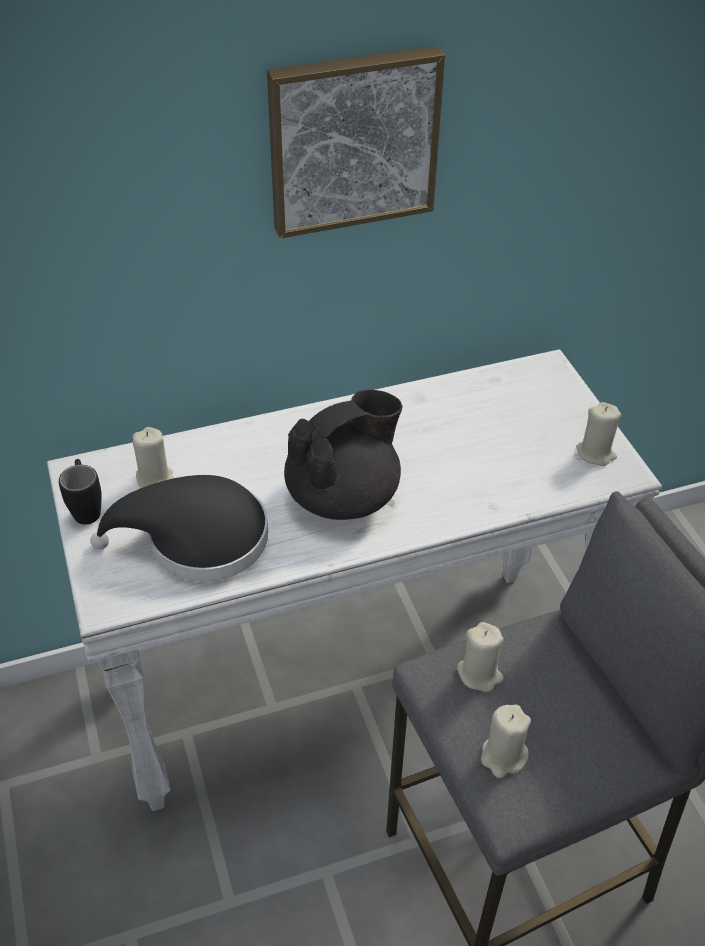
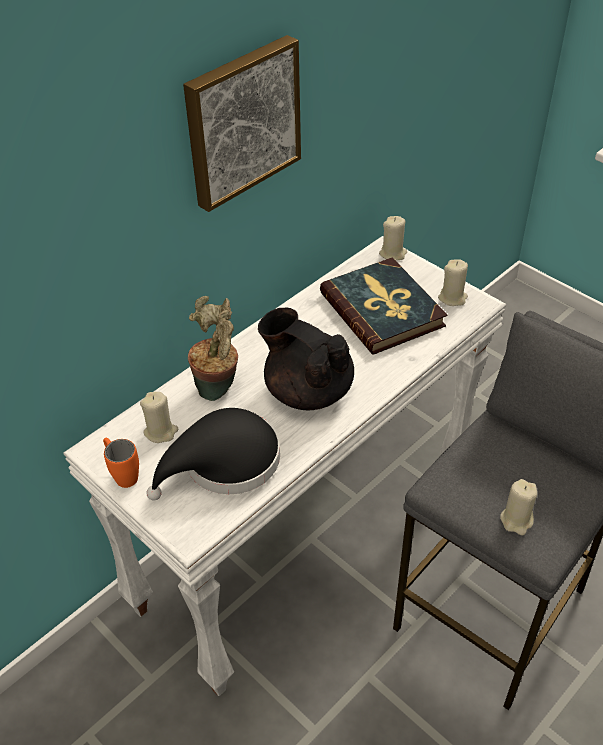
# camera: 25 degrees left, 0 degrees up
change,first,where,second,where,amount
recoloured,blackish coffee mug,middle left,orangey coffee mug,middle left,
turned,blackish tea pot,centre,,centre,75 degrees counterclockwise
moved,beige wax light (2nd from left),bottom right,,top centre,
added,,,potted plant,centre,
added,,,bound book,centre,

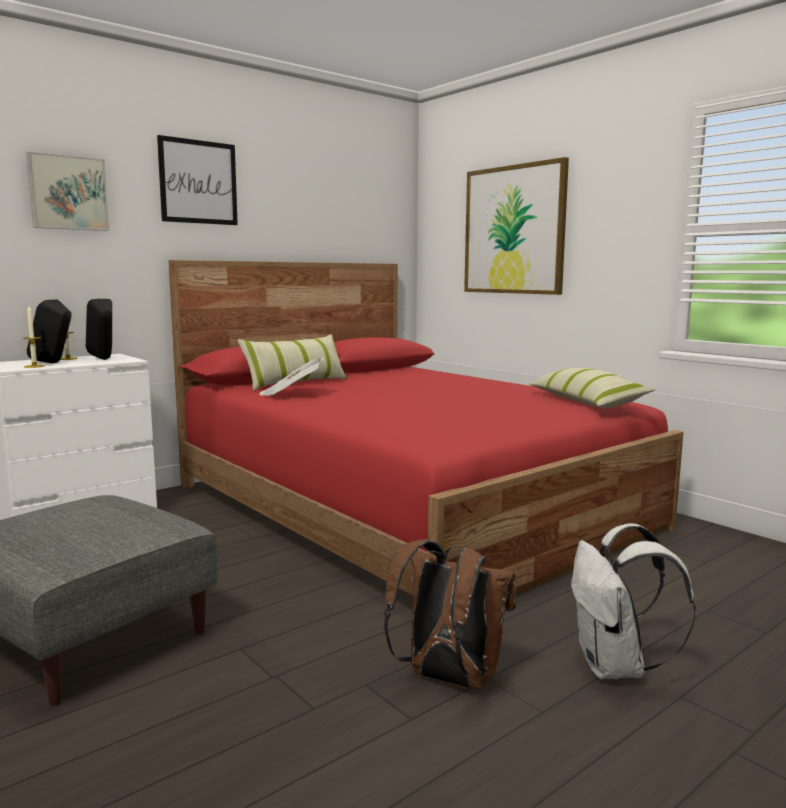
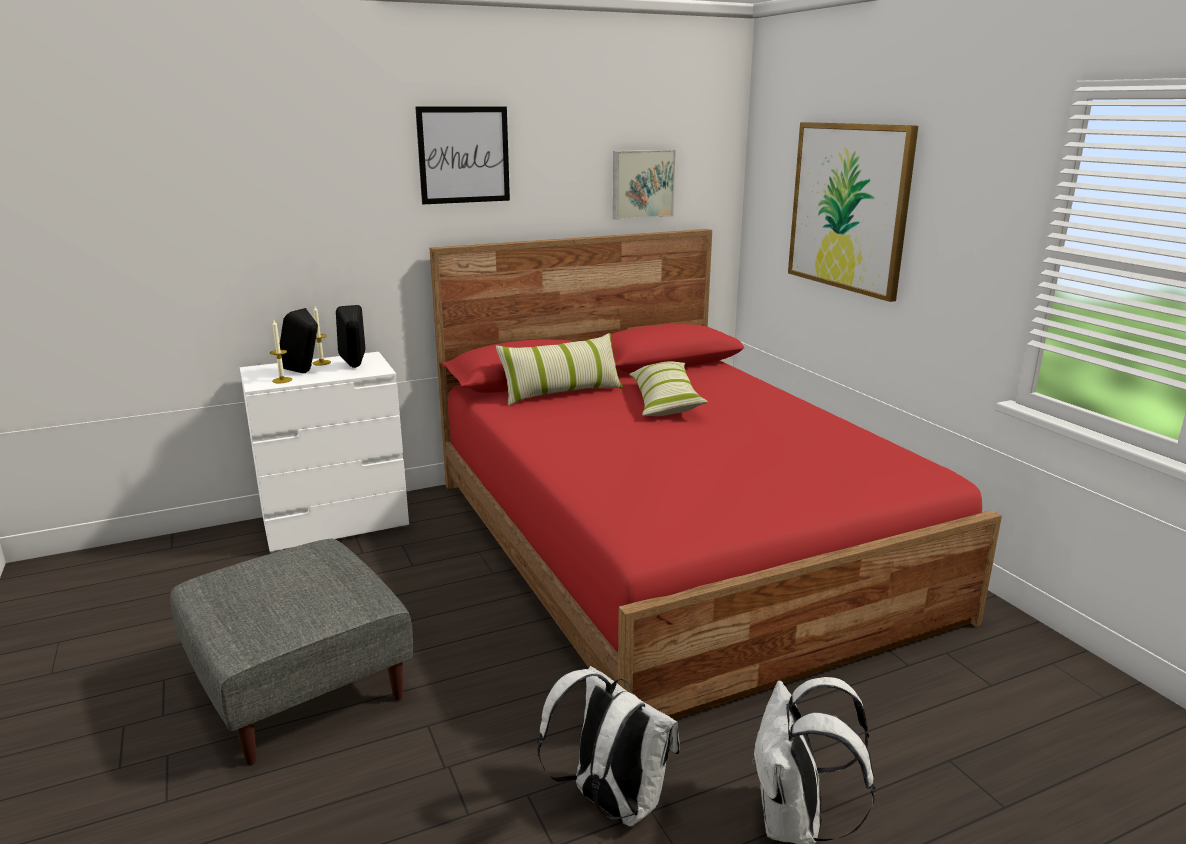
# camera: 15 degrees right, 10 degrees up
change,first,where,second,where,amount
moved,picture (1st from left in the first image),top left,picture (2nd from left),top centre,
removed,printed paper,centre,,,
recoloured,brown knapsack,bottom centre,white-coloured knapsack (1st from left),bottom centre,
moved,throw pillow (2nd from left),middle right,,centre,

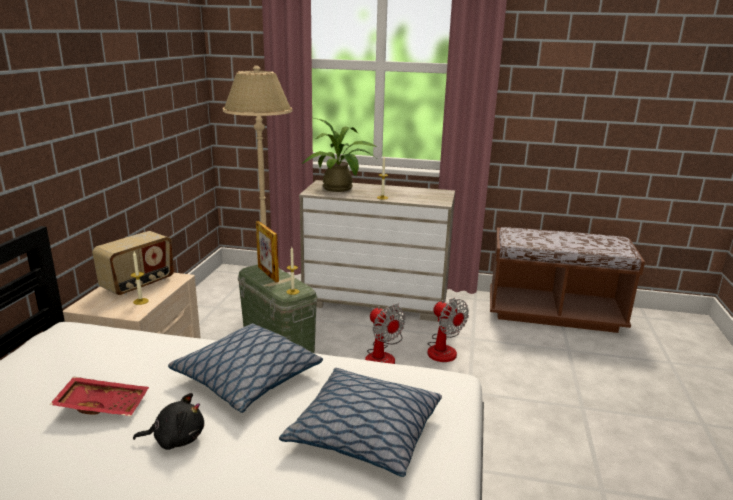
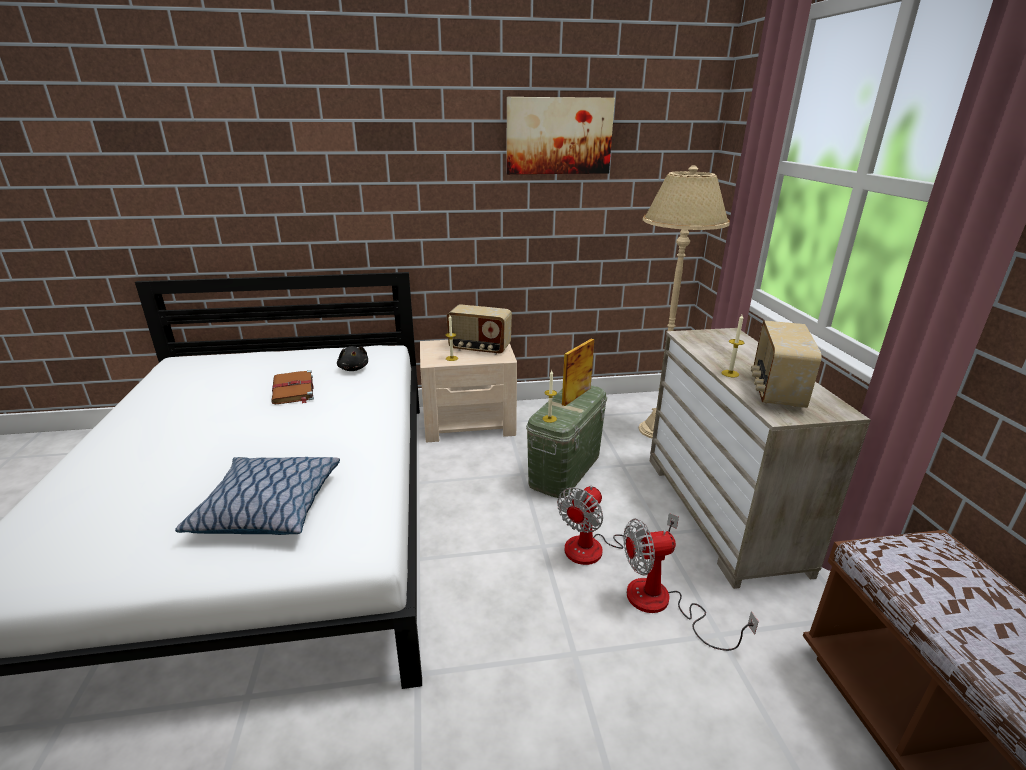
# camera: 70 degrees right, 5 degrees up
change,first,where,second,where,amount
replaced,reddish carrying tray,bottom left,brown bound book,middle left,
moved,blackish plush toy,bottom left,,centre,
removed,throw pillow (1st from left),bottom centre,,,
removed,potted plant,top centre,,,
turned,cooling fan (2nd from left),centre,,bottom right,45 degrees clockwise
added,,,picture,top centre,
added,,,radio set (2nd from left),middle right,

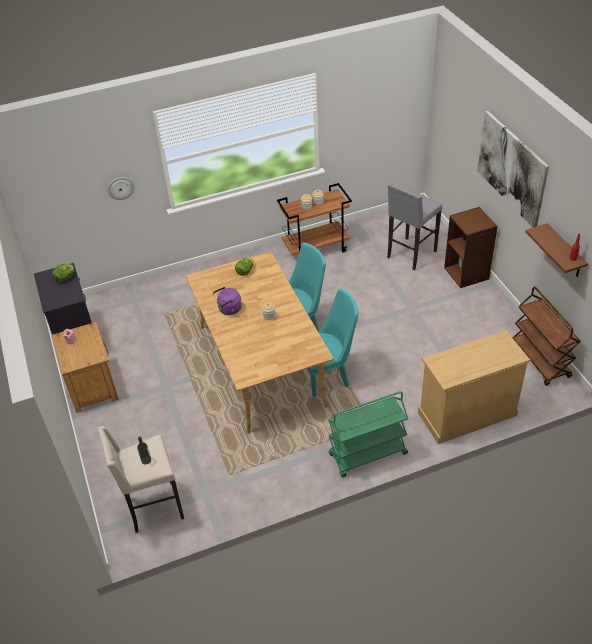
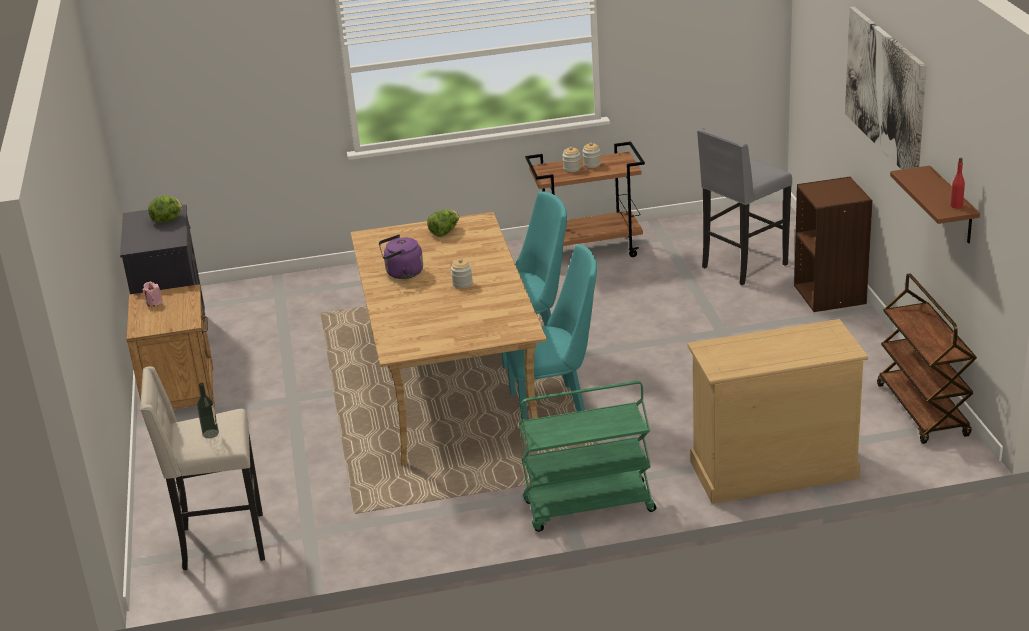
# camera: 10 degrees right, 15 degrees down
change,first,where,second,where,amount
removed,hanging clock,top left,,,

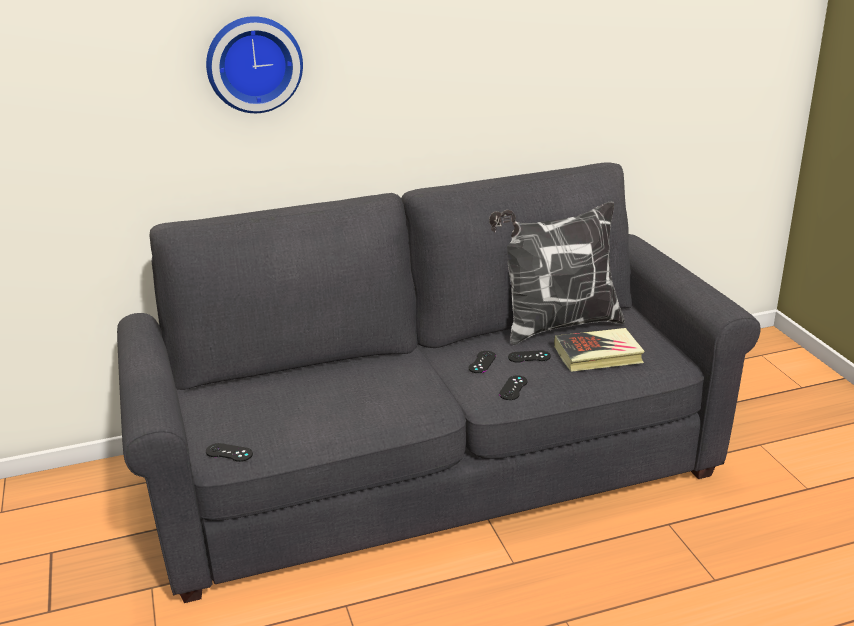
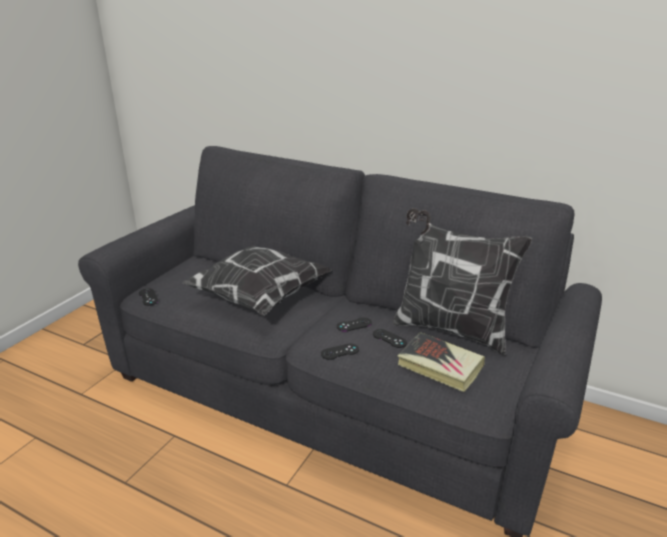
# camera: 45 degrees right, 0 degrees up
change,first,where,second,where,amount
removed,hanging clock,top left,,,
added,,,throw pillow (1st from left),centre,

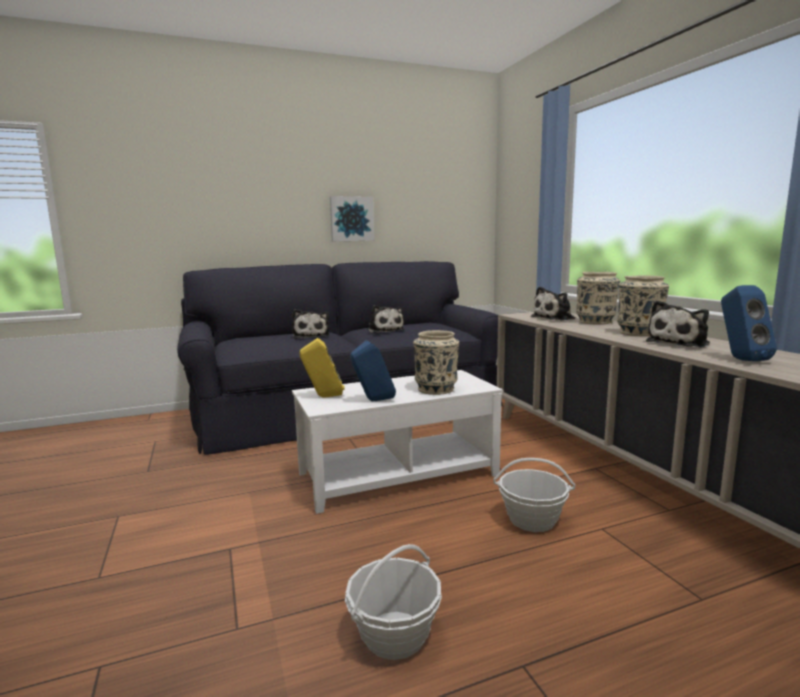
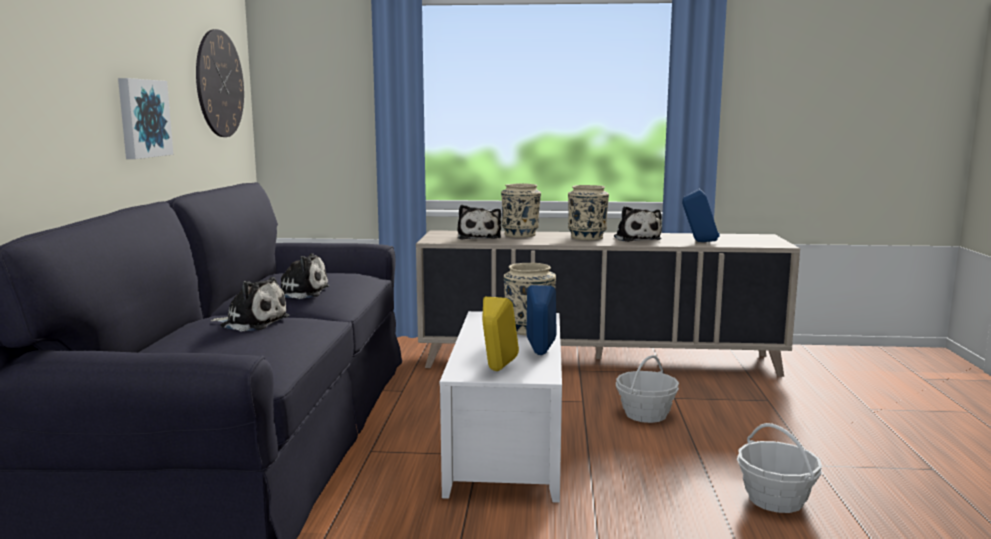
# camera: 65 degrees left, 0 degrees up
change,first,where,second,where,amount
added,,,hanging clock,top left,

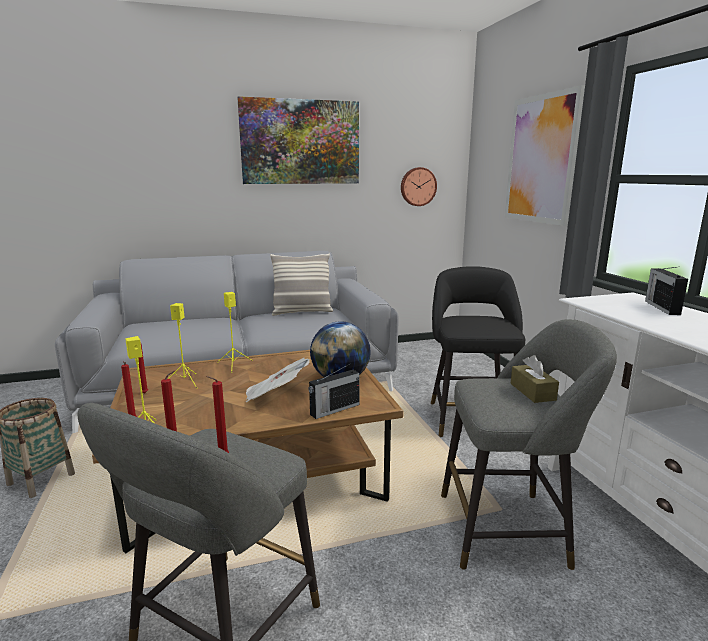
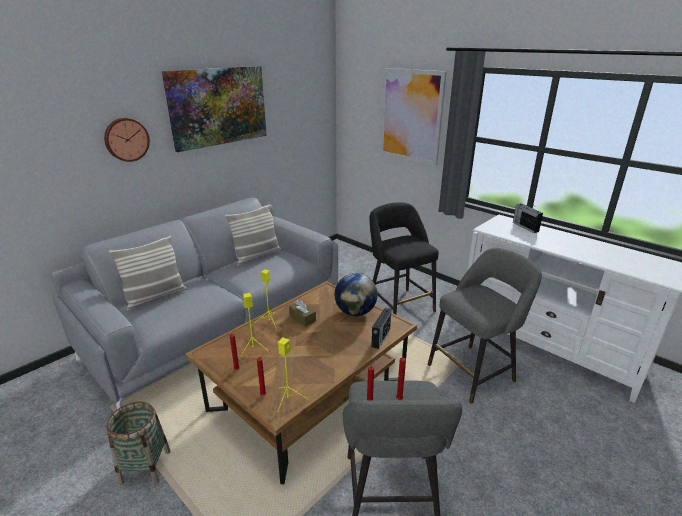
# camera: 30 degrees left, 10 degrees up
change,first,where,second,where,amount
removed,printed paper,centre,,,
moved,hanging clock,top centre,,top left,
moved,brown tissue holder,middle right,,centre,
added,,,throw pillow (1st from left),middle left,

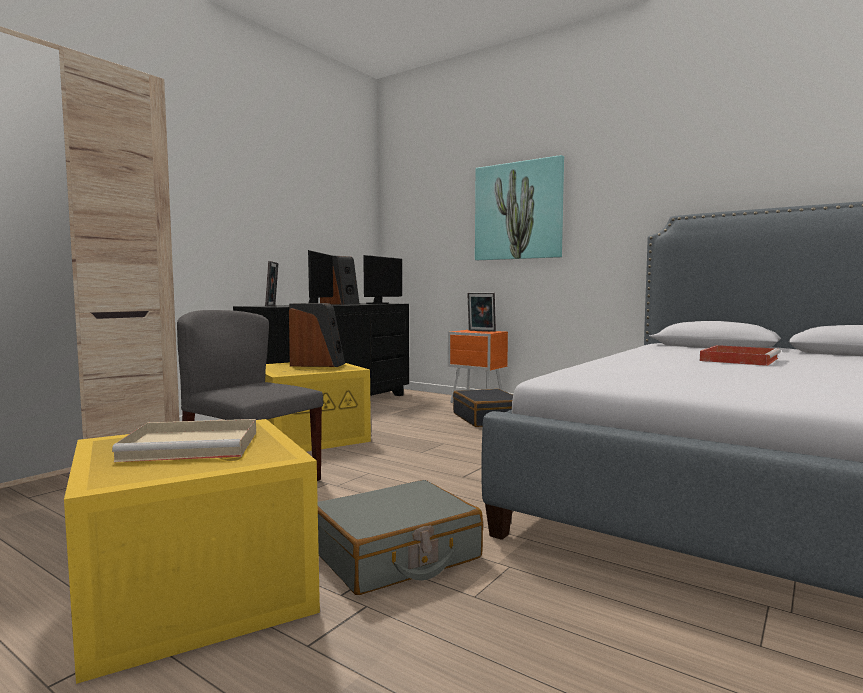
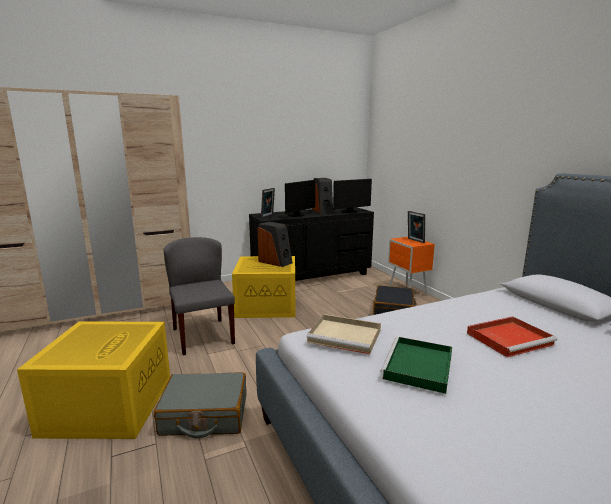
# camera: 30 degrees right, 10 degrees up
change,first,where,second,where,amount
moved,beige carrying tray,middle left,,centre,
removed,picture,top centre,,,
added,,,green-coloured carrying tray,bottom right,

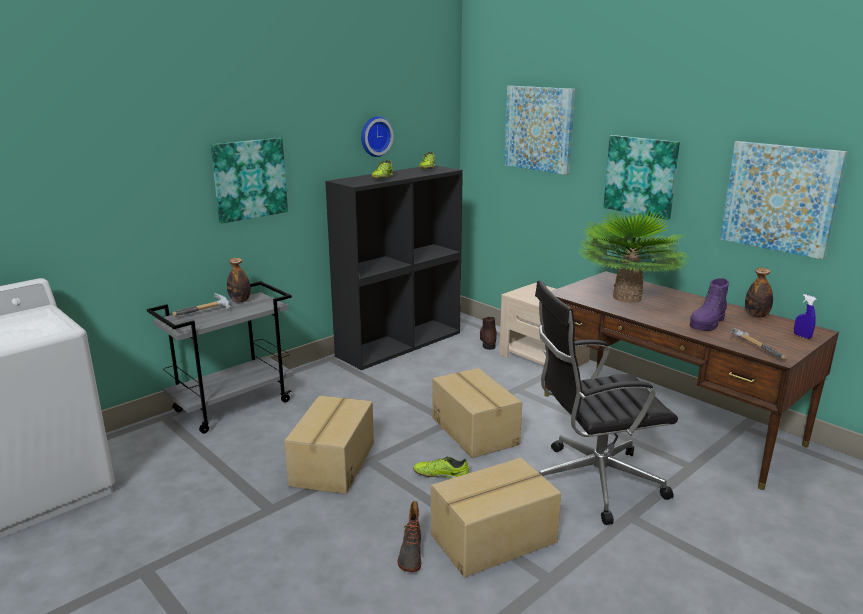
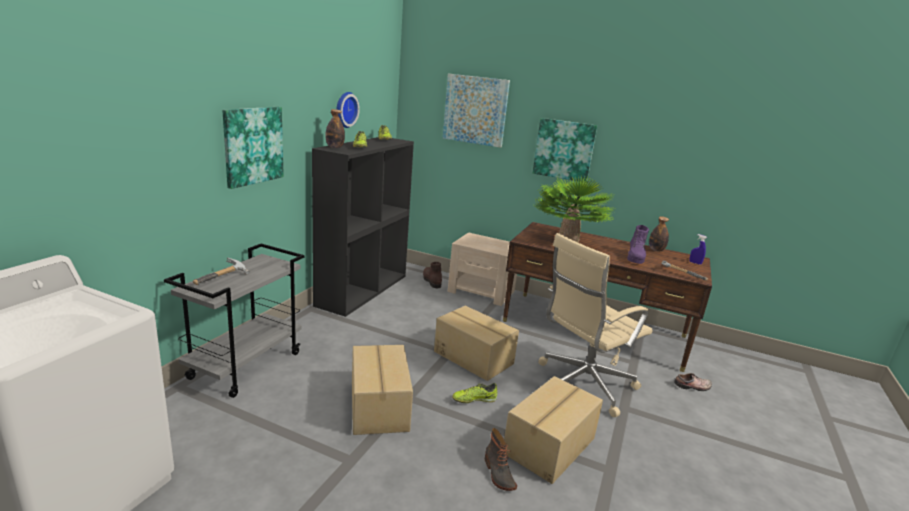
# camera: 25 degrees left, 0 degrees up
change,first,where,second,where,amount
moved,beverage bottle (1st from left),middle left,,top centre,
recoloured,blackish computer chair,middle right,beige computer chair,centre,
removed,picture (4th from left),top right,,,
added,,,item of footwear (4th from left),bottom right,

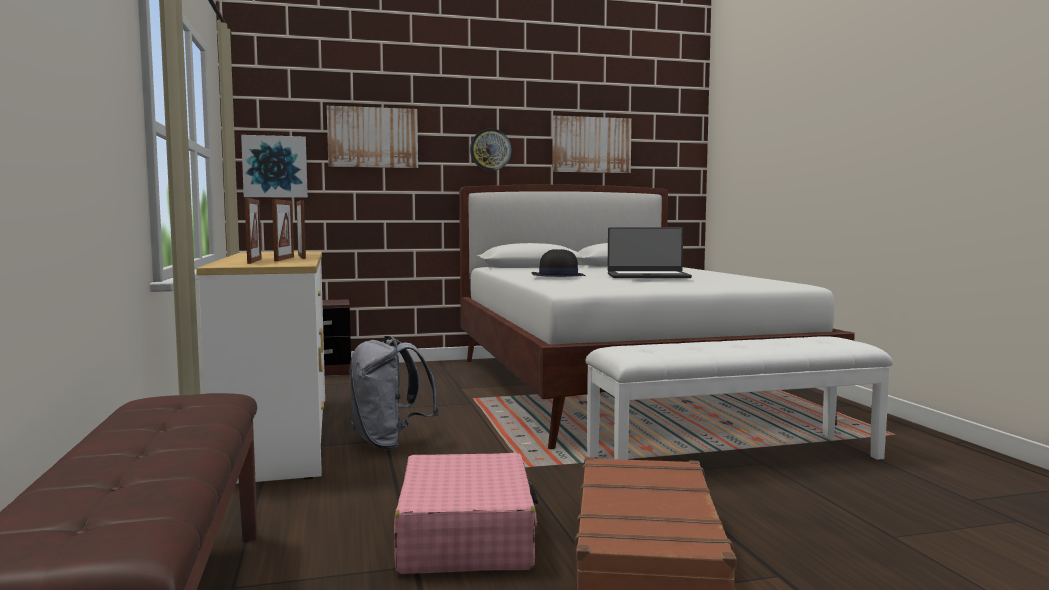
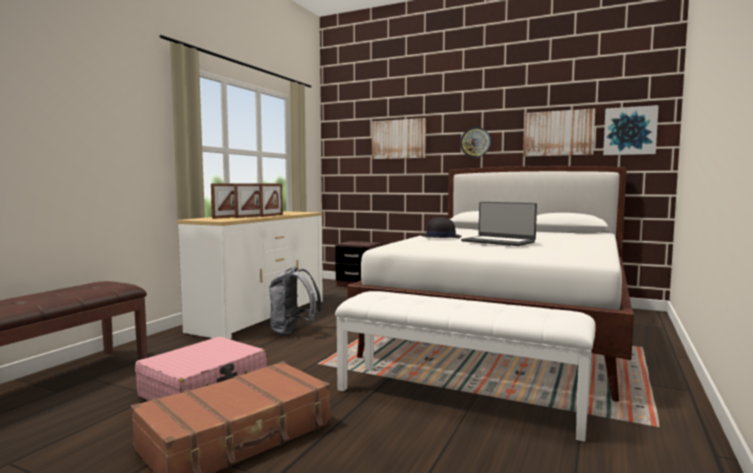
# camera: 40 degrees right, 0 degrees up
change,first,where,second,where,amount
moved,picture (1st from left in the first image),top left,picture (3rd from left),top right,

